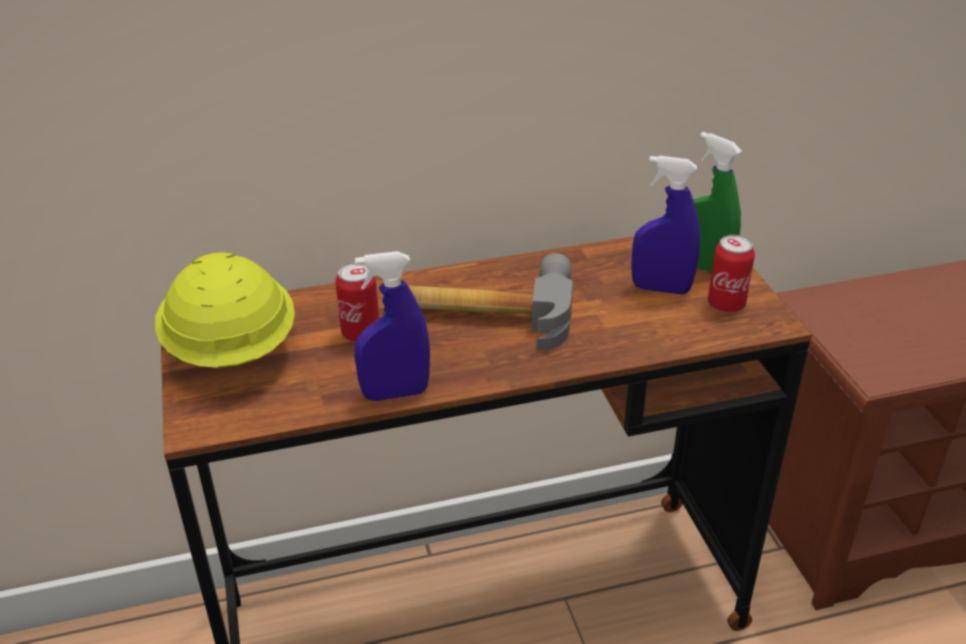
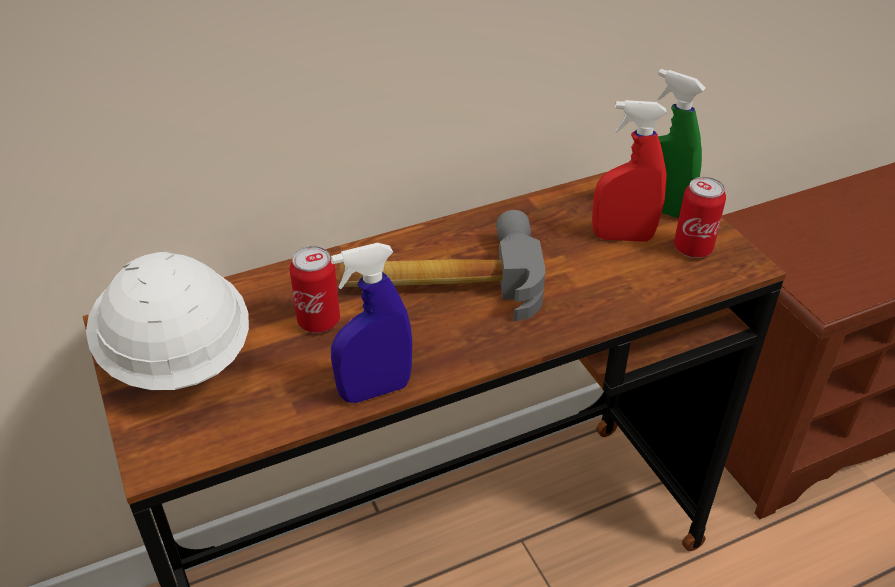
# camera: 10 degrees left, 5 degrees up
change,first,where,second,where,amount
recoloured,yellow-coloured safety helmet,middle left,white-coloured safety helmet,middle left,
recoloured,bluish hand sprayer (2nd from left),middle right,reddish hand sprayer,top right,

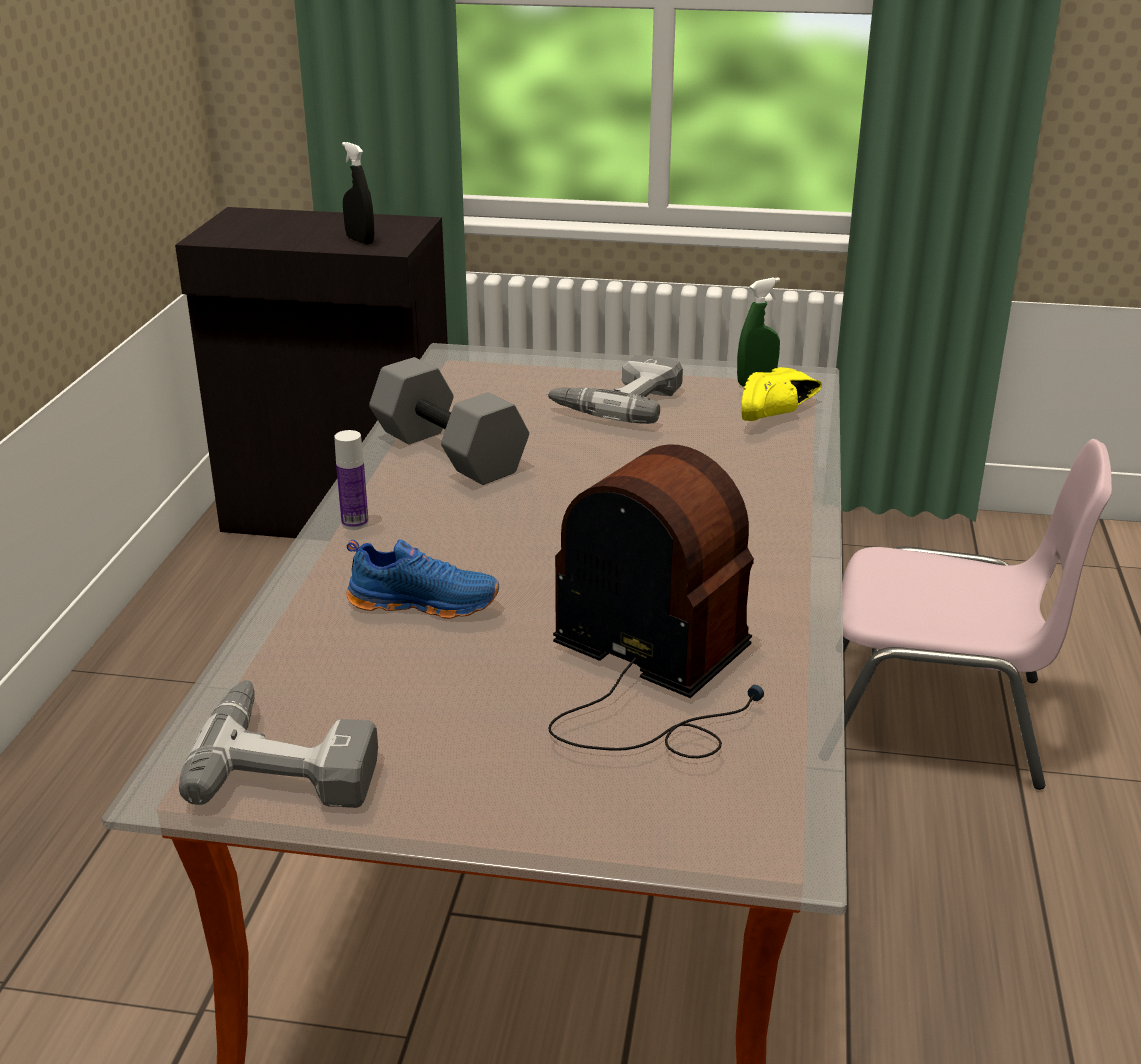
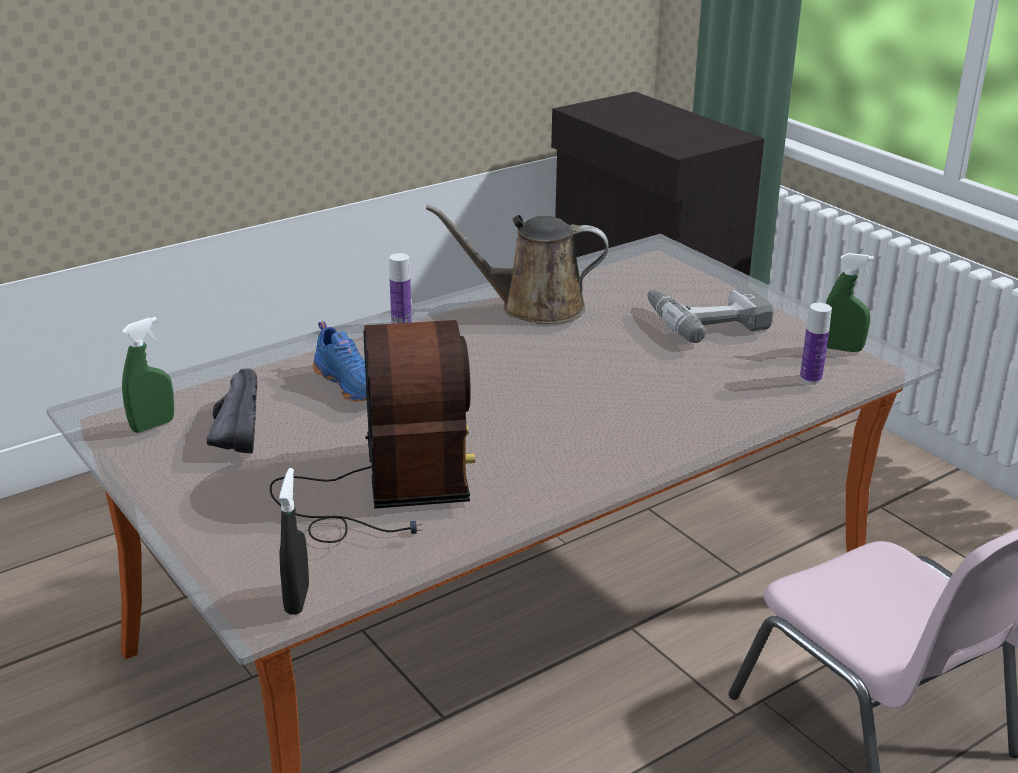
# camera: 45 degrees right, 0 degrees up
change,first,where,second,where,amount
replaced,power drill (1st from left),bottom left,green-coloured hand sprayer (1st from left),middle left,
moved,blackish hand sprayer,top left,,bottom left,
replaced,gray dumbbell,centre,brown watering pot,centre,
replaced,yellow-coloured item of footwear,middle right,beverage bottle (2nd from left),middle right,
added,,,blackish item of footwear,middle left,

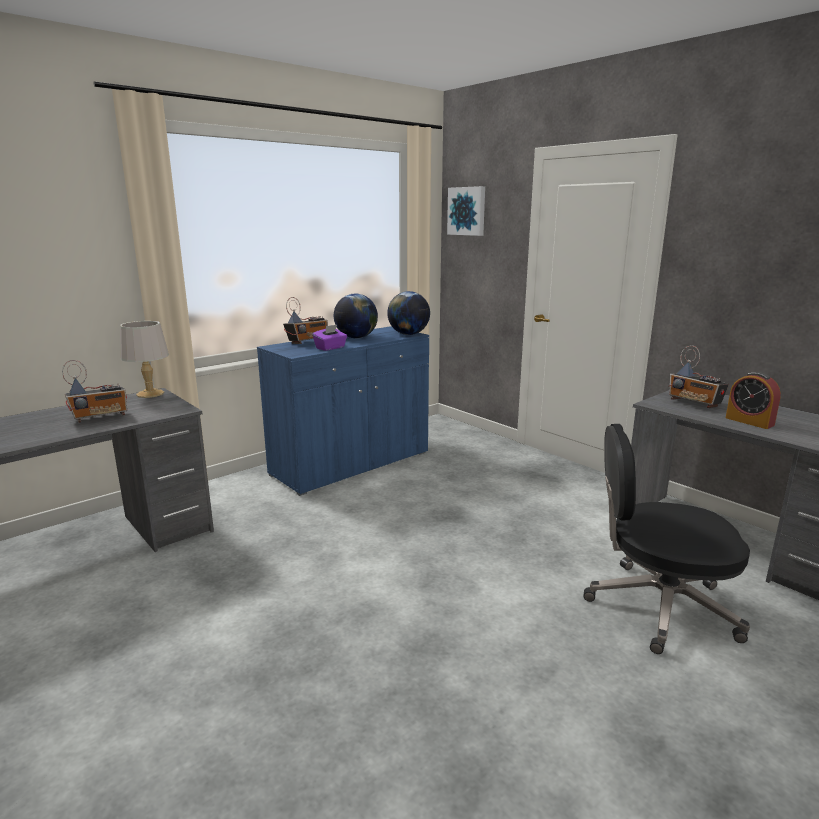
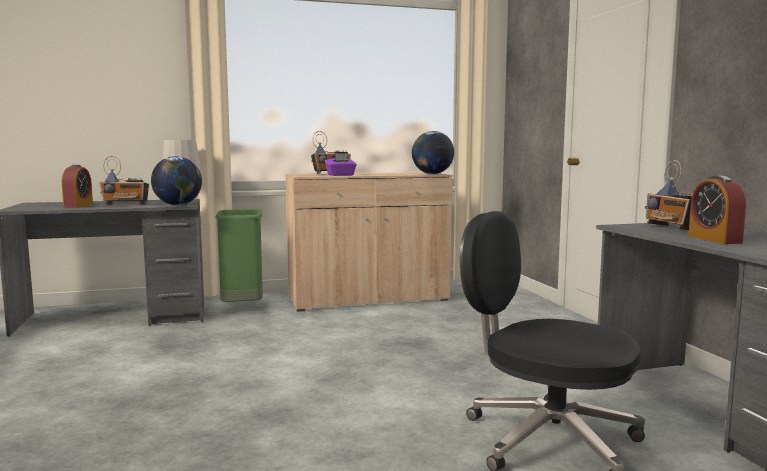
# camera: 25 degrees right, 10 degrees down
change,first,where,second,where,amount
recoloured,bluish storage cabinet,centre,beige storage cabinet,centre,
moved,desk globe (1st from left),centre,,middle left,
removed,picture,top centre,,,
added,,,alarm clock (1st from left),middle left,
added,,,green-coloured waste bin,middle left,

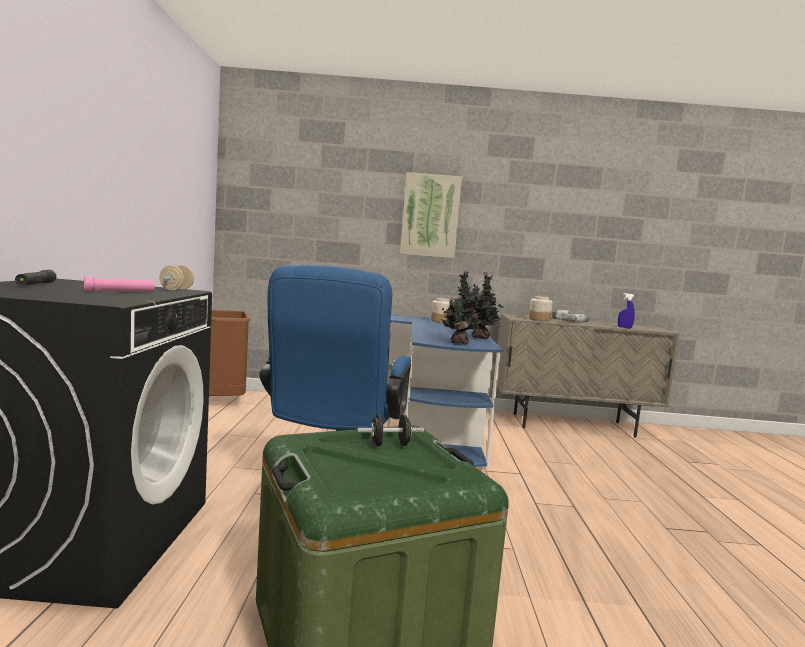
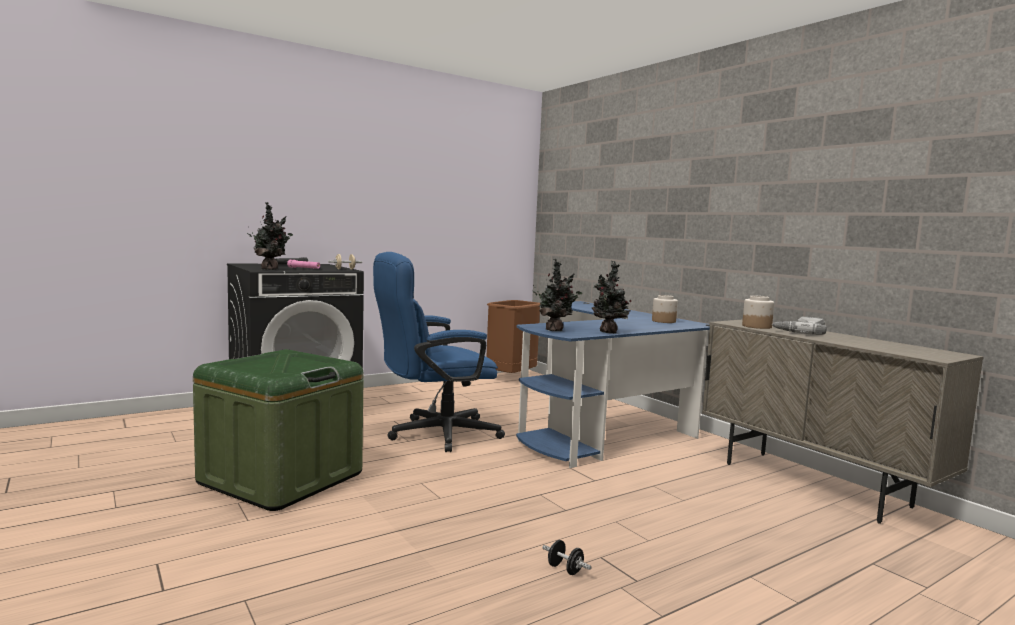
# camera: 55 degrees right, 0 degrees up
change,first,where,second,where,amount
moved,blackish dumbbell,centre,,bottom centre,
removed,picture,top centre,,,
removed,bluish hand sprayer,middle right,,,
added,,,potted plant (1st from left),middle left,

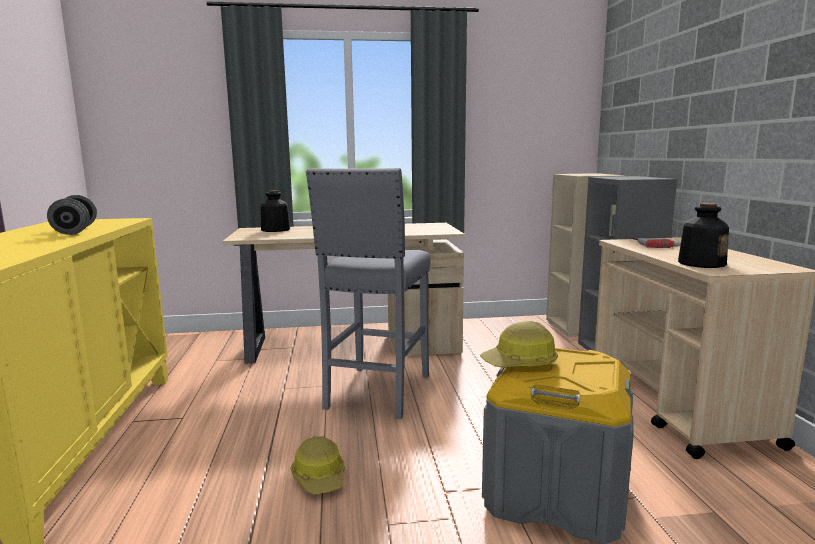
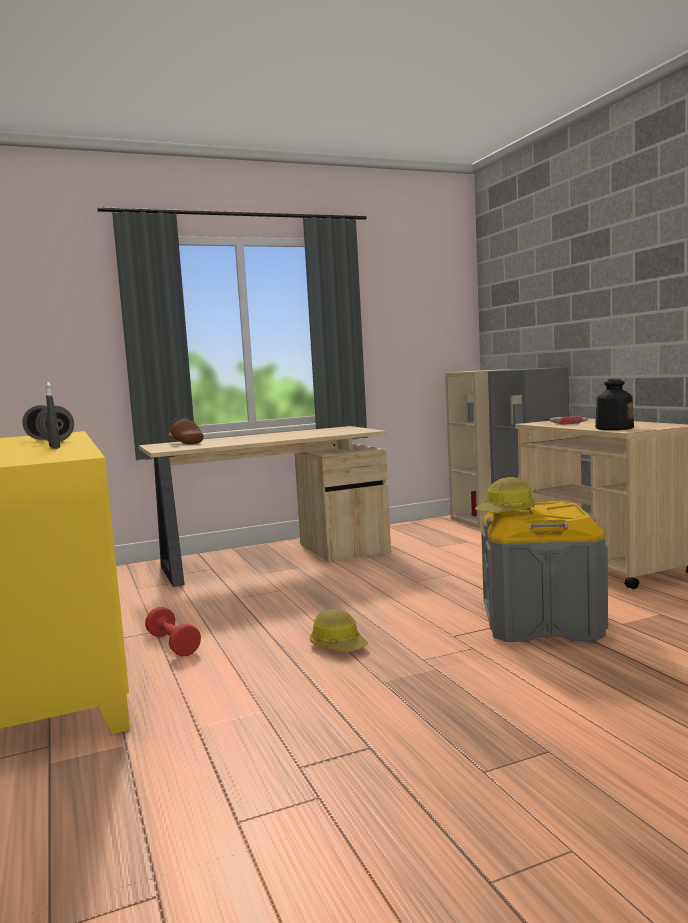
# camera: 15 degrees left, 5 degrees down
change,first,where,second,where,amount
replaced,beverage bottle (1st from left),centre,brown peaked cap,middle left,
removed,gray stool seat,centre,,,
added,,,gray hand sprayer,middle left,
added,,,reddish dumbbell,bottom left,

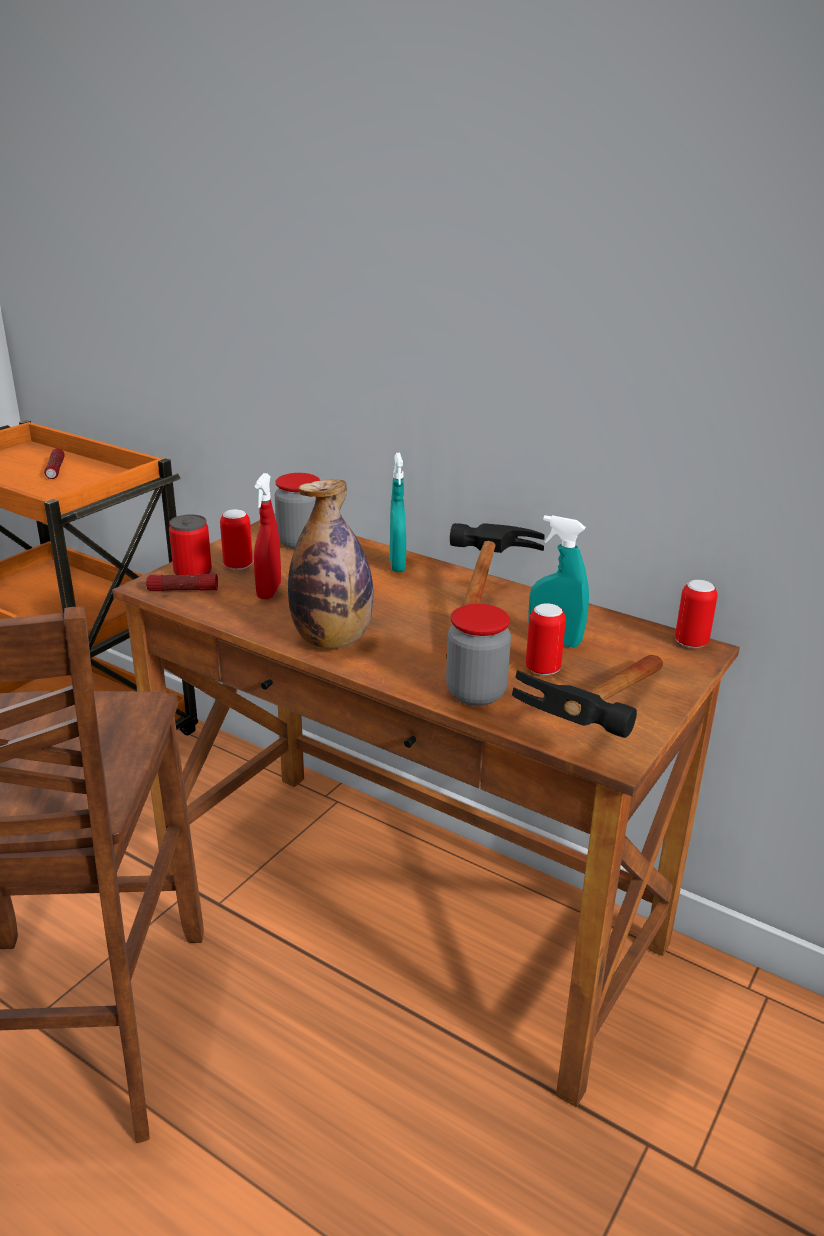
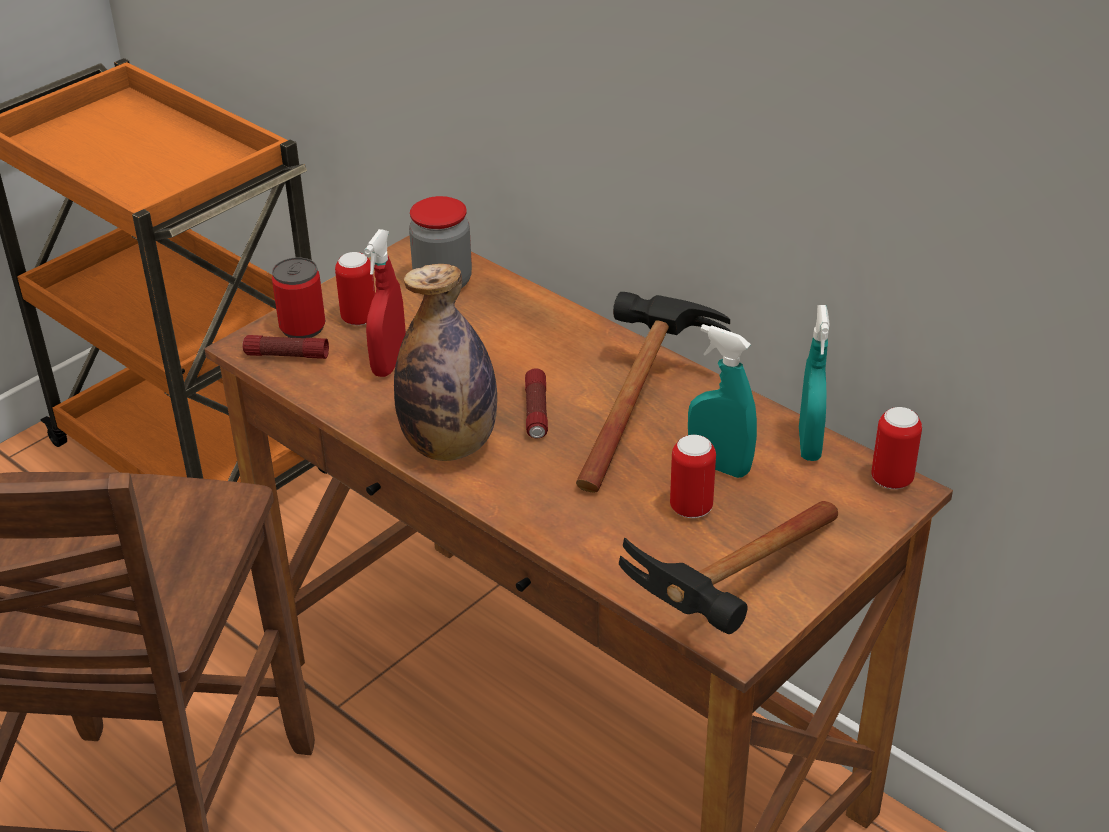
# camera: 10 degrees right, 10 degrees up
change,first,where,second,where,amount
moved,torch (1st from left in the first image),middle left,torch (2nd from left),centre,
moved,blue-green hand sprayer (1st from left in the first image),centre,blue-green hand sprayer (2nd from left),middle right,
removed,jar (2nd from left),centre,,,

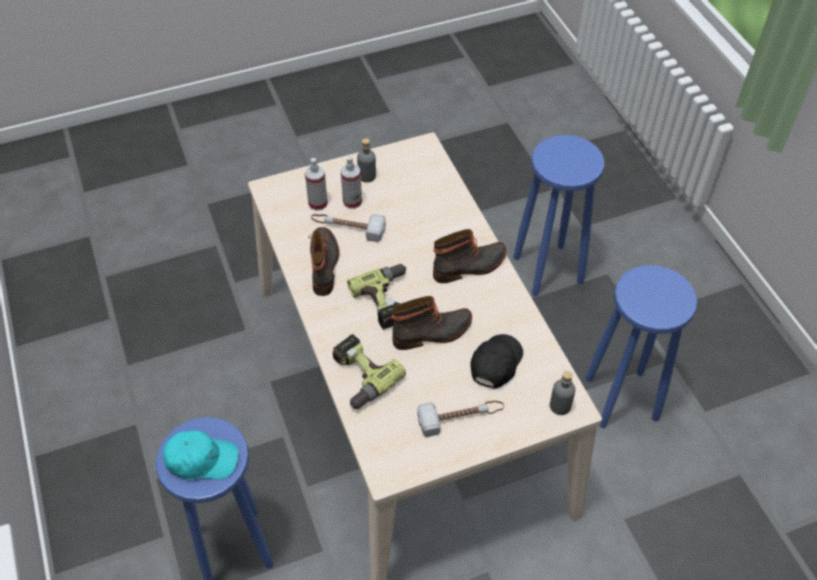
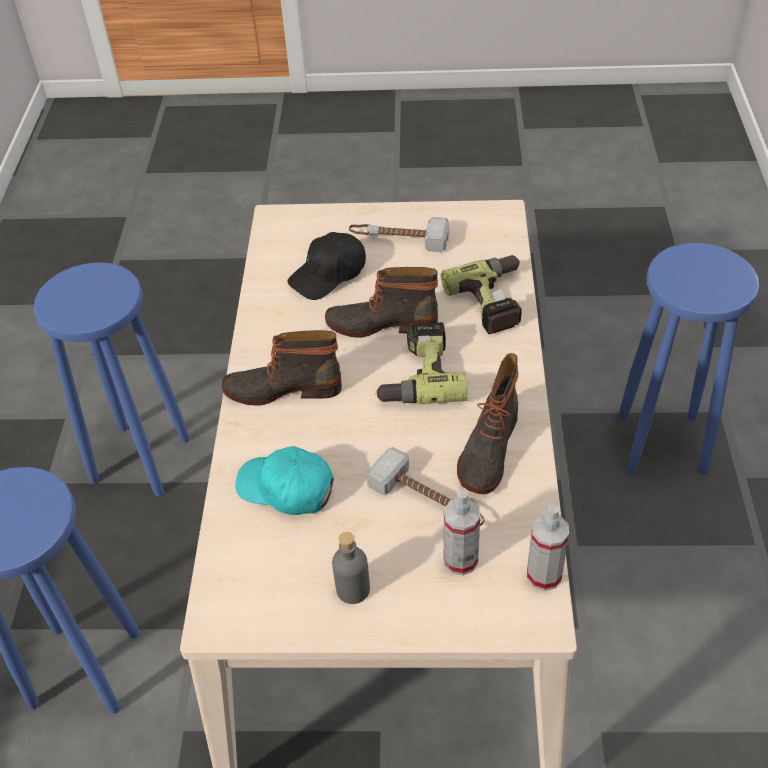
# camera: 155 degrees left, 5 degrees down
change,first,where,second,where,amount
moved,blue-green peaked cap,bottom left,,centre,
moved,hand sprayer (2nd from left),top centre,,bottom right,
removed,gray beverage bottle (2nd from left),bottom right,,,

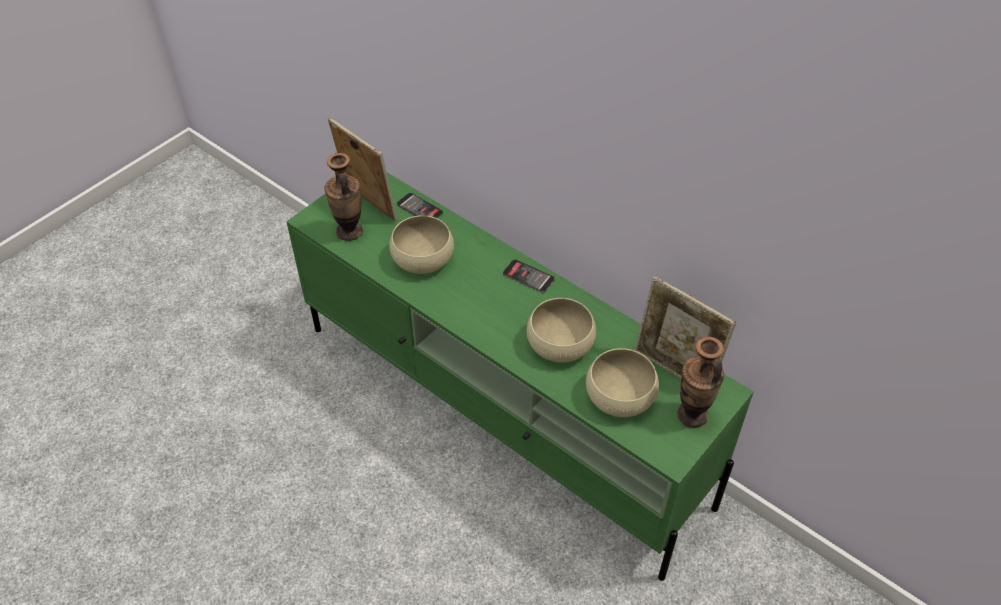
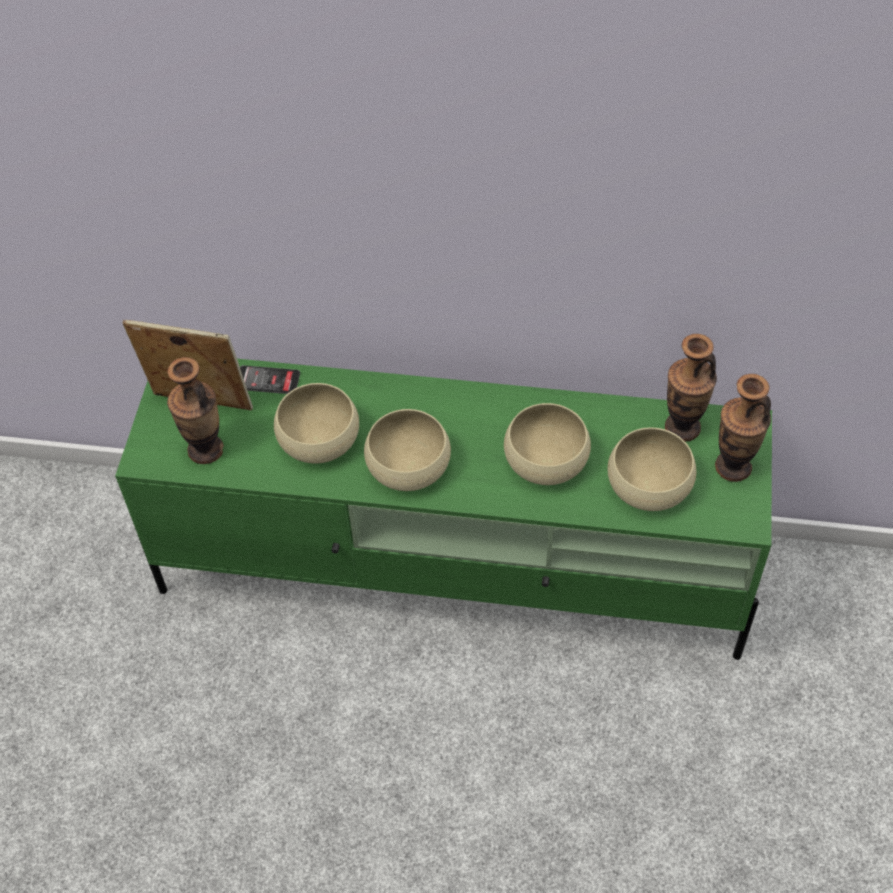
# camera: 30 degrees left, 5 degrees up
change,first,where,second,where,amount
removed,telephone (2nd from left),centre,,,
replaced,photo frame (2nd from left),middle right,decorative vase (2nd from left),middle right,
added,,,beige serving bowl (2nd from left),centre,

